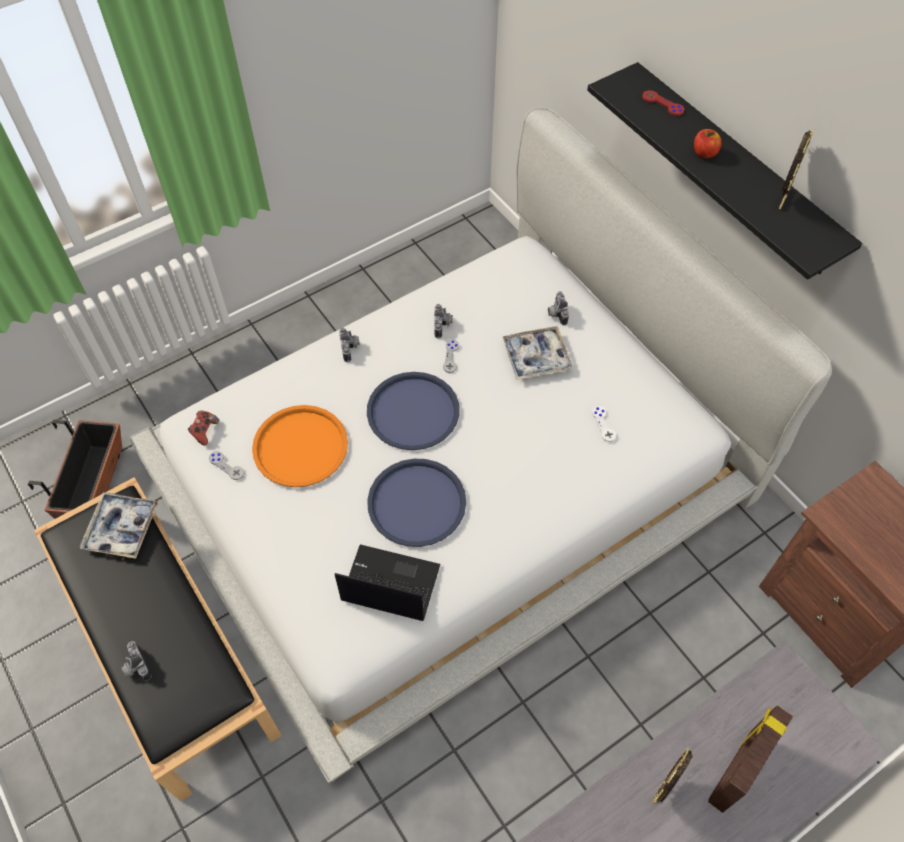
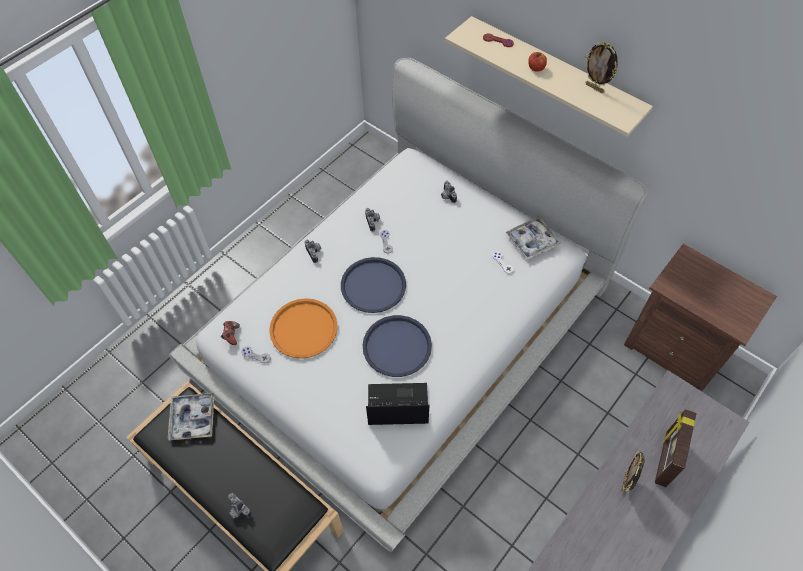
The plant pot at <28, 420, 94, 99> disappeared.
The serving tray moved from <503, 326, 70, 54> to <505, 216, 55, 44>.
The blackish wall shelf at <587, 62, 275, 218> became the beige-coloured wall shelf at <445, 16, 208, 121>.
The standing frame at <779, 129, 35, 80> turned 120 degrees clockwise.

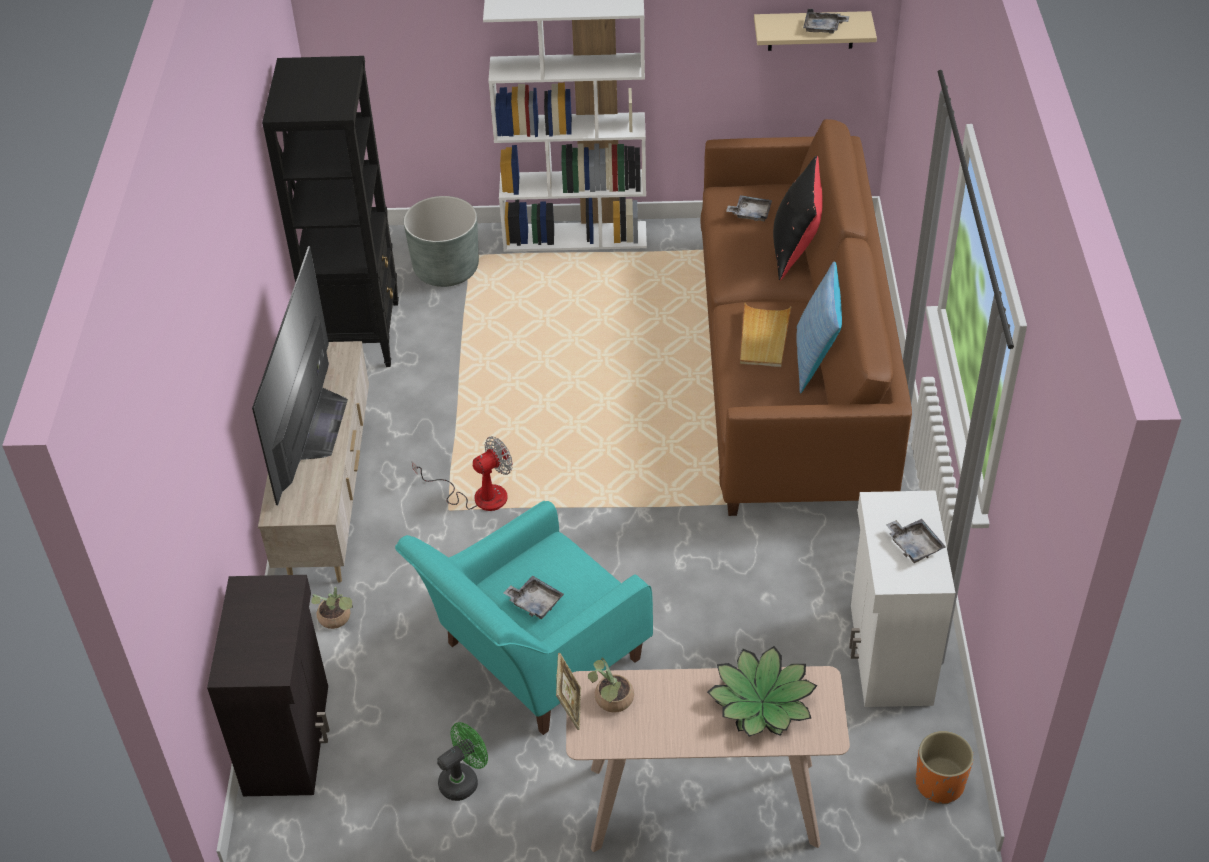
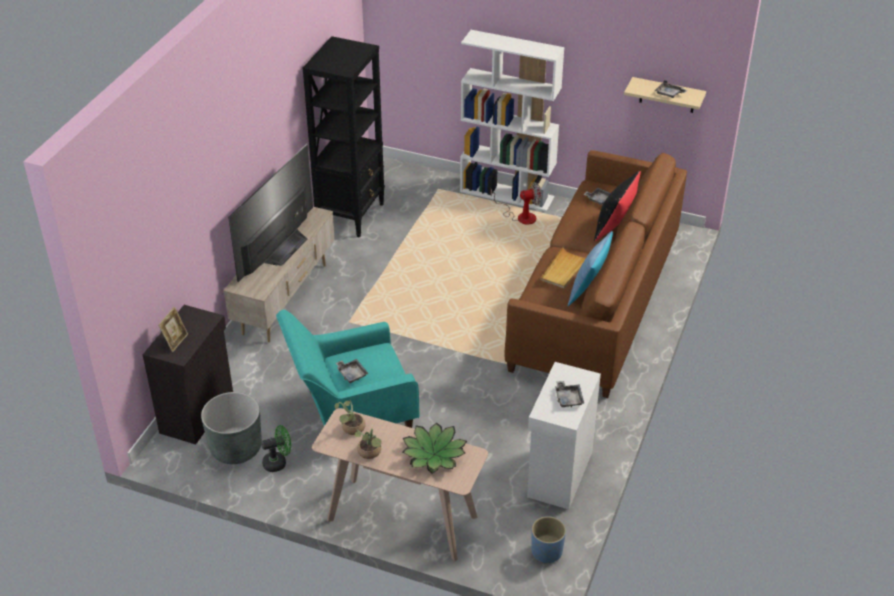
The potted plant moved from <311, 587, 42, 42> to <355, 428, 27, 31>.
The greyish plant pot moved from <404, 196, 75, 91> to <201, 392, 61, 72>.
The fan moved from <412, 437, 101, 74> to <490, 182, 52, 42>.
The standing frame moved from <556, 653, 25, 77> to <158, 307, 30, 45>.
The orange plant pot at <916, 731, 58, 73> became the bluish plant pot at <531, 516, 35, 48>.

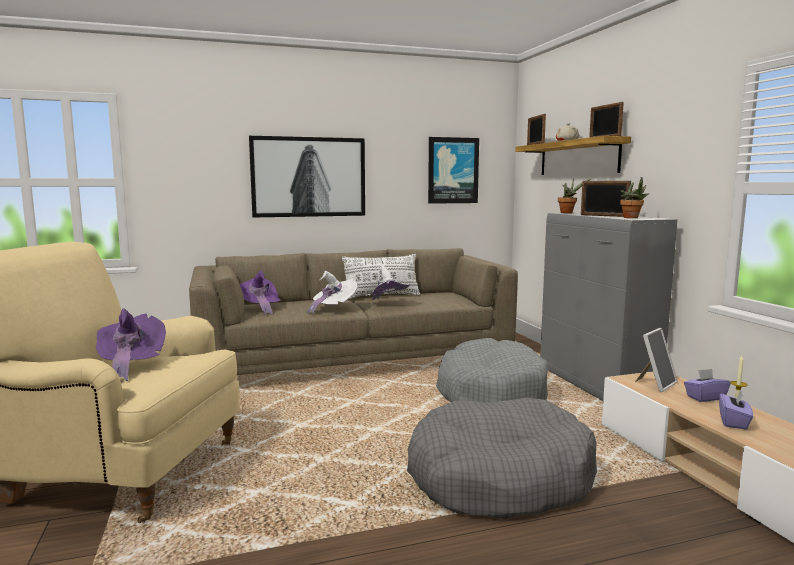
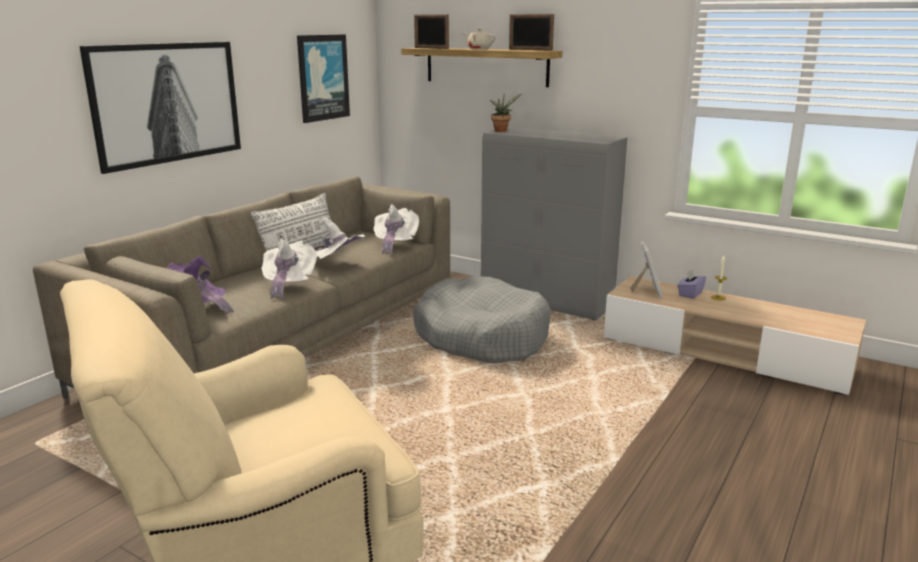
The purple-coloured clothing hat at <96, 308, 70, 73> disappeared.
The greyish dog bed at <407, 398, 190, 121> disappeared.
The standing frame at <581, 181, 50, 36> disappeared.
The potted plant at <620, 178, 29, 40> disappeared.
The purple-coloured box of tissues at <719, 391, 34, 39> disappeared.
The white clothing hat at <374, 204, 45, 50> appeared.

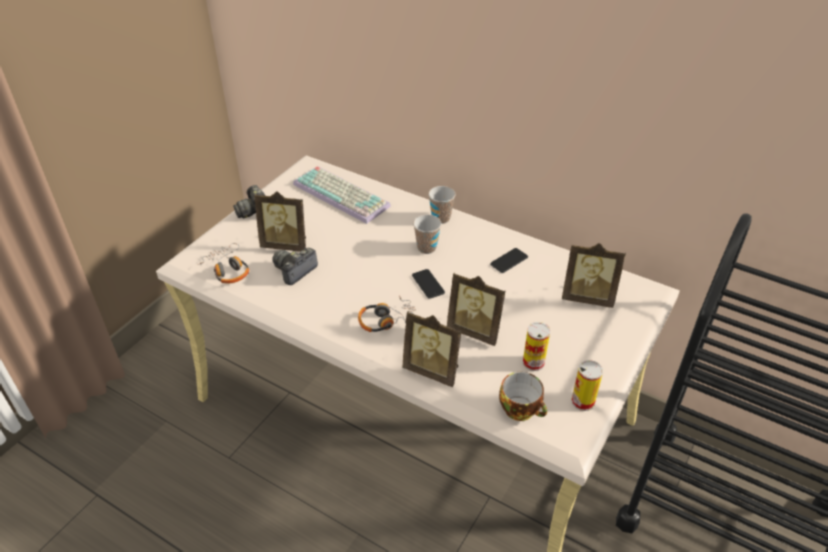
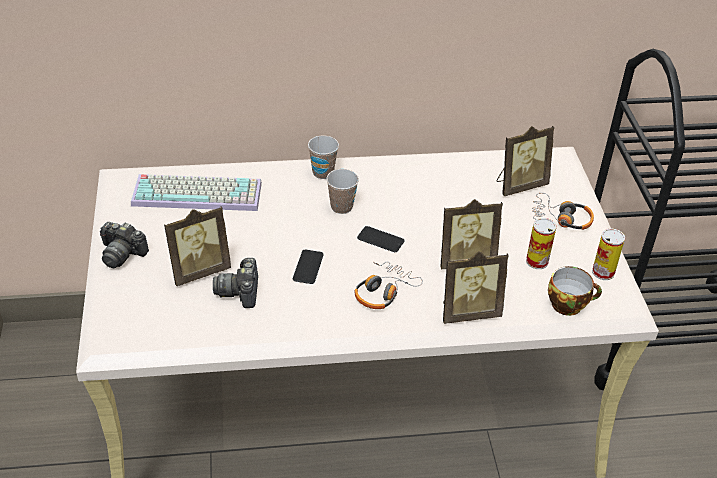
The pair of headphones moved from <198, 243, 51, 41> to <532, 193, 62, 37>.
The phone moved from <490, 248, 38, 25> to <293, 250, 31, 34>.

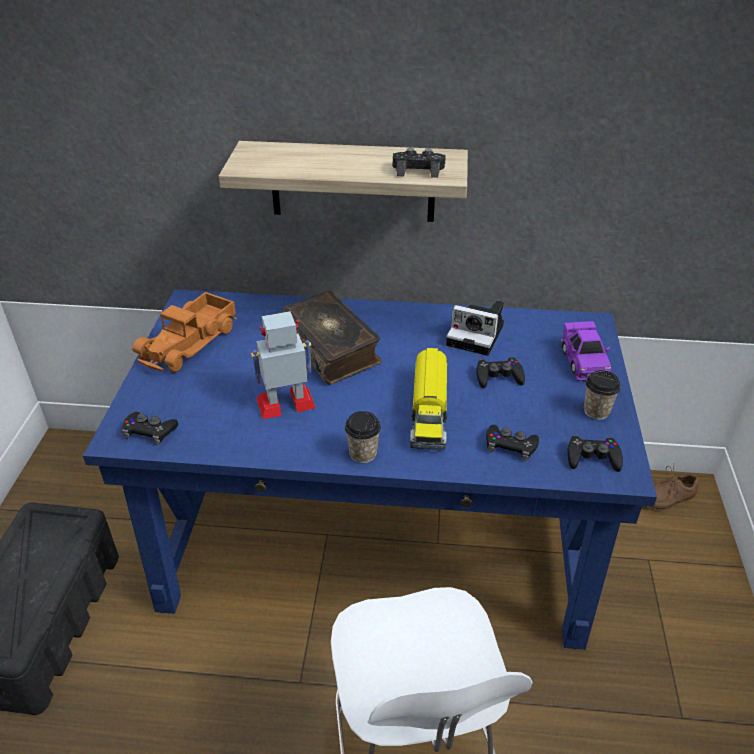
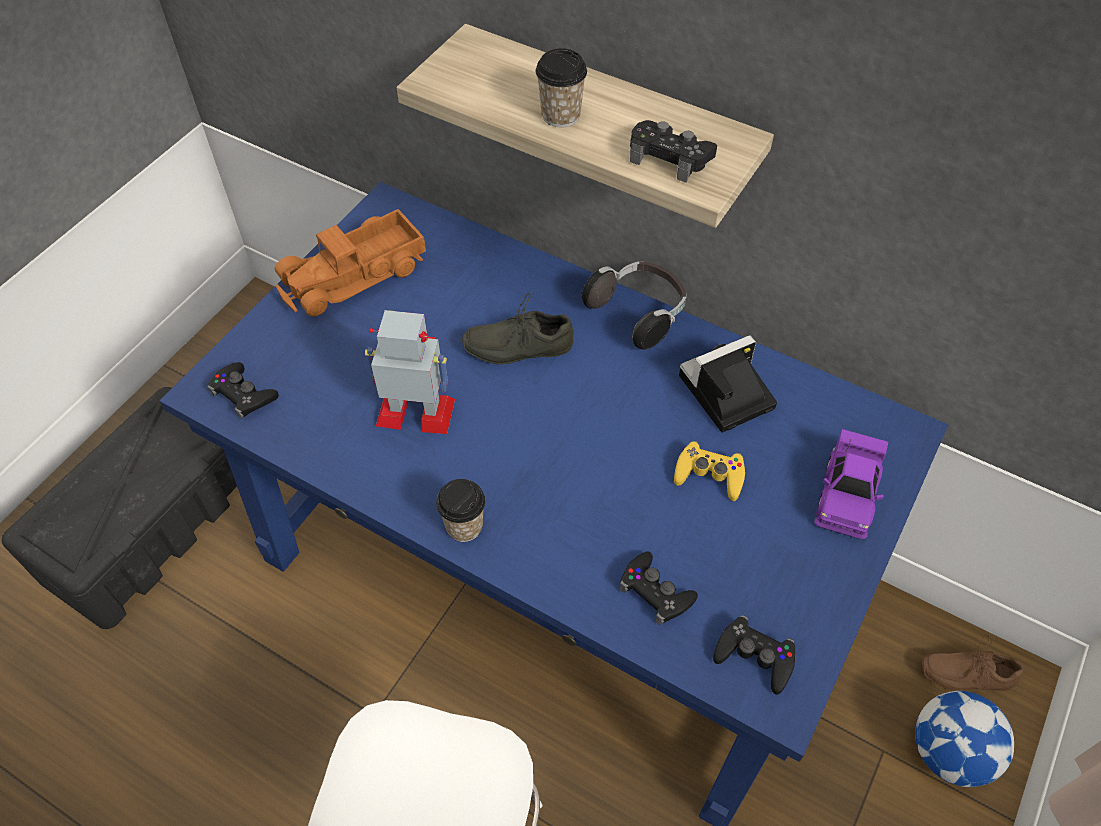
The volume at <278, 290, 104, 95> was replaced by the greyish shoe at <462, 290, 112, 74>.
The model truck at <409, 348, 39, 102> disappeared.
The still camera at <446, 300, 58, 56> turned 105 degrees clockwise.
The blackish joypad at <476, 357, 49, 31> became the yellow-coloured joypad at <674, 441, 71, 60>.
The drinking cup moved from <584, 370, 37, 50> to <536, 48, 51, 80>.
The pair of headphones at <582, 261, 105, 88> appeared.
The football at <916, 691, 98, 96> appeared.

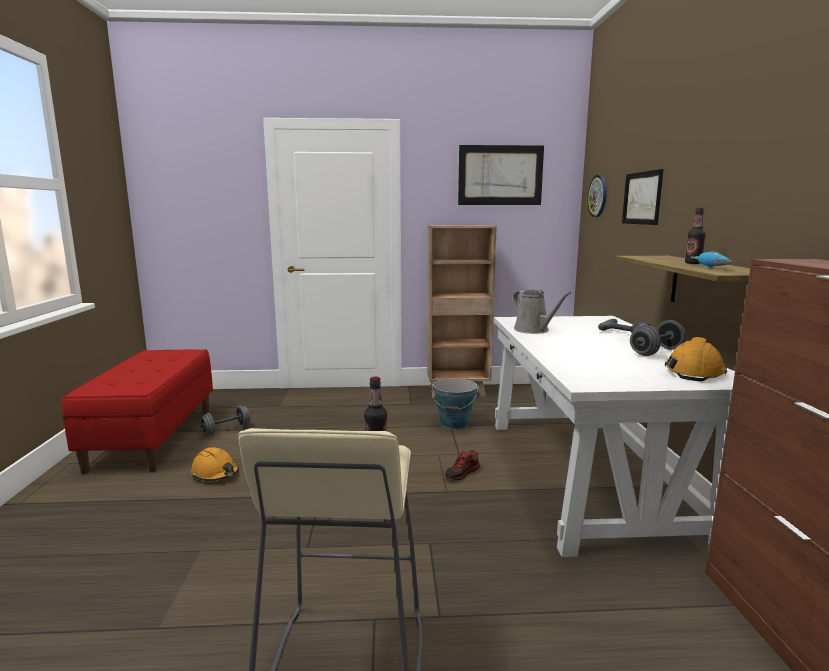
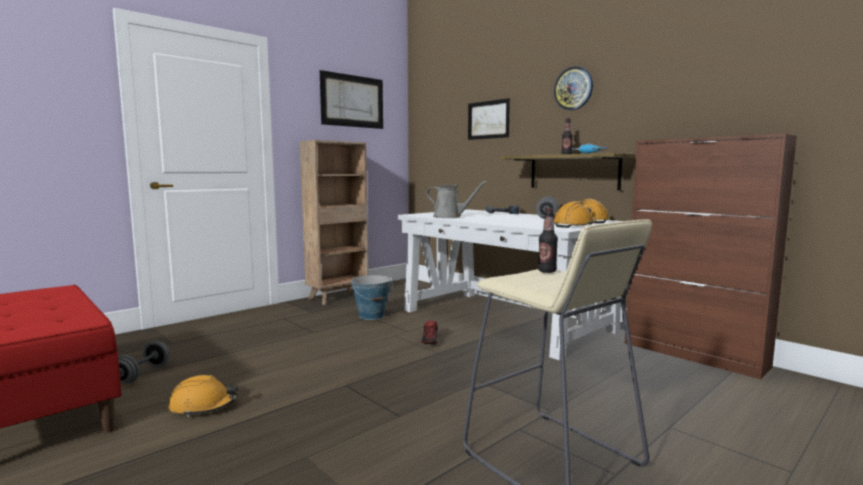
The wall clock moved from <587, 175, 20, 42> to <554, 66, 39, 44>.
The orange safety helmet at <553, 201, 43, 27> appeared.

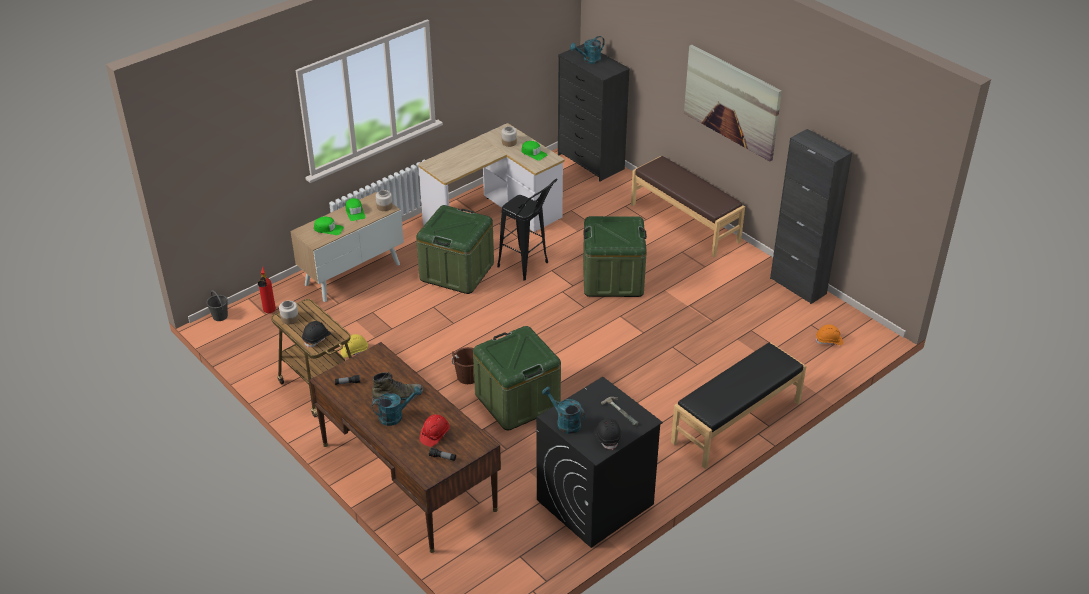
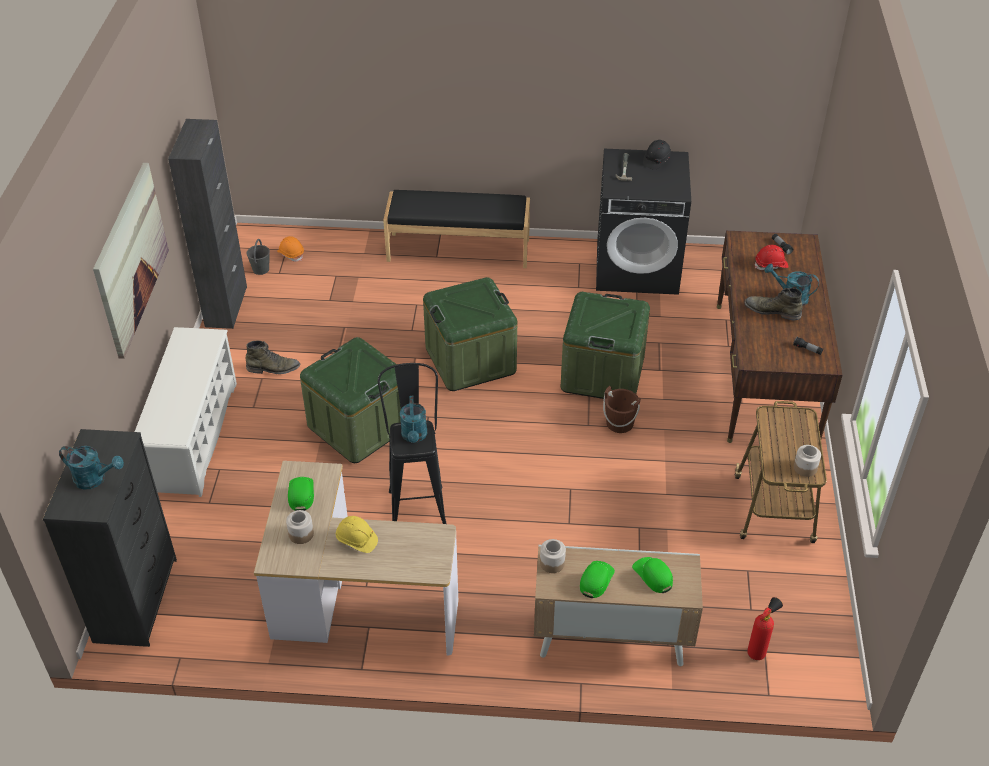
The greyish pail moved from <207, 290, 21, 31> to <246, 239, 24, 36>.
The blackish safety helmet at <302, 321, 29, 27> disappeared.
The yellow-coloured safety helmet moved from <341, 334, 28, 24> to <336, 516, 42, 37>.
The greenish storage box moved from <416, 205, 78, 89> to <423, 277, 94, 114>.
The turquoise-coloured watering can moved from <542, 387, 43, 47> to <400, 396, 27, 47>.
The brown bench at <631, 156, 114, 102> was replaced by the white shoe stand at <135, 327, 102, 170>.
The greenish high-top boot at <246, 340, 54, 34> appeared.

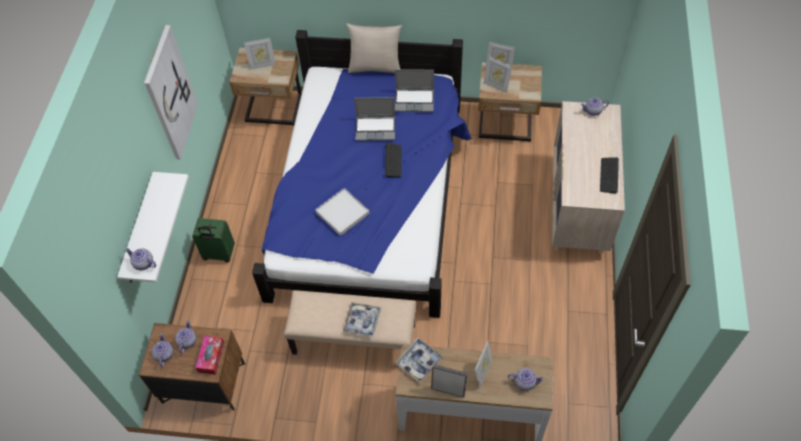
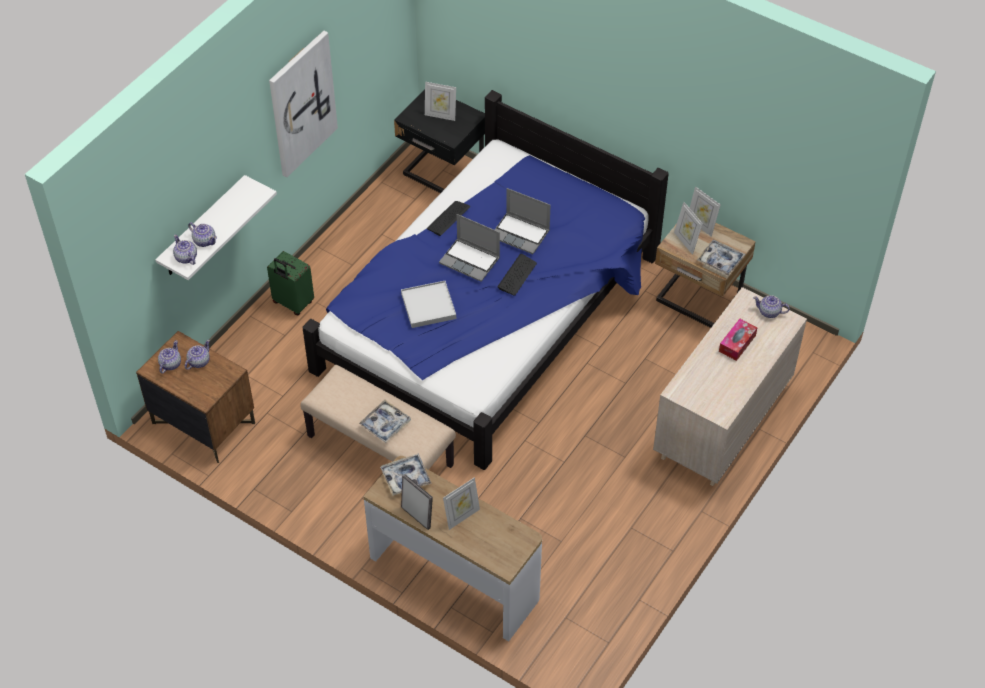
The box of tissues moved from <195, 336, 29, 39> to <719, 319, 39, 42>.
The beige-coloured bedside table at <230, 48, 72, 78> became the blackish bedside table at <394, 90, 91, 103>.
The beige-coloured pillow at <346, 23, 56, 50> disappeared.
The laptop moved from <395, 69, 39, 43> to <439, 214, 61, 68>.
The teapot moved from <508, 368, 37, 23> to <188, 222, 29, 25>.
The computer keyboard moved from <600, 157, 19, 36> to <427, 201, 43, 35>.
The serving tray at <696, 240, 49, 36> appeared.

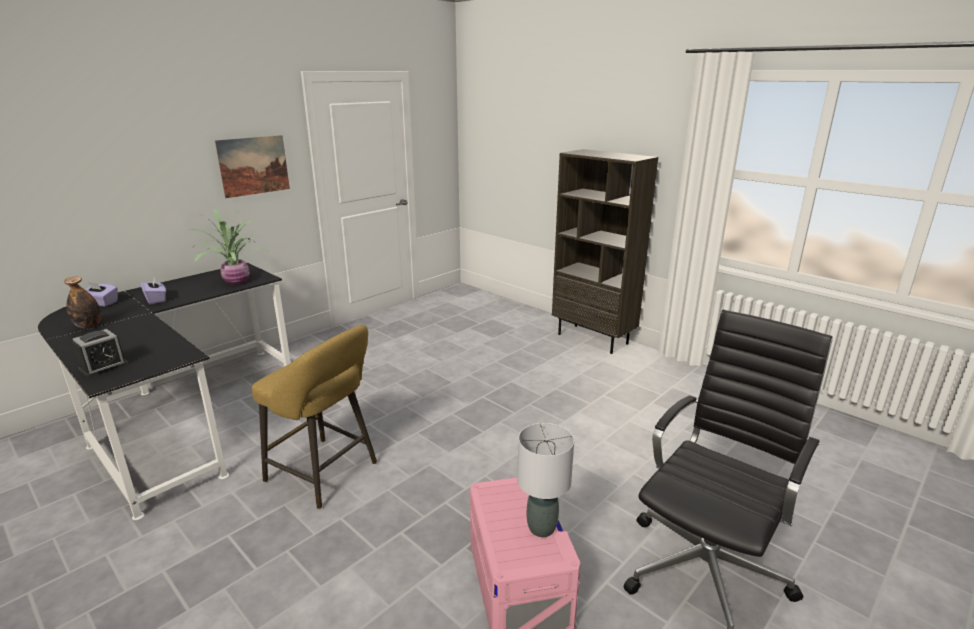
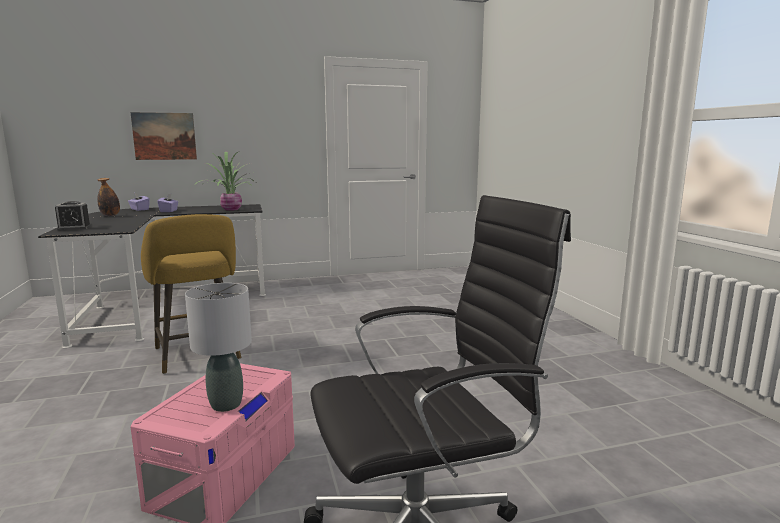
The wall picture moved from <215, 135, 75, 63> to <131, 112, 66, 48>.
The brown bookshelf at <552, 149, 106, 205> disappeared.

